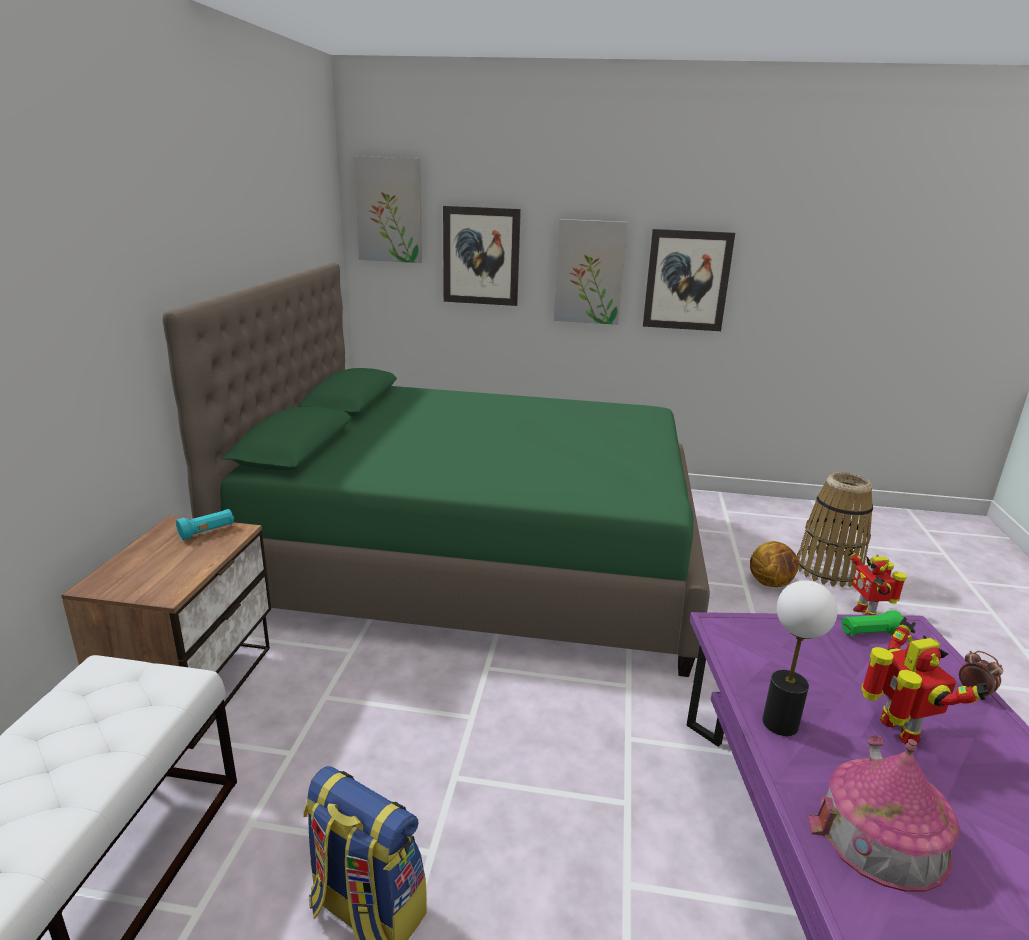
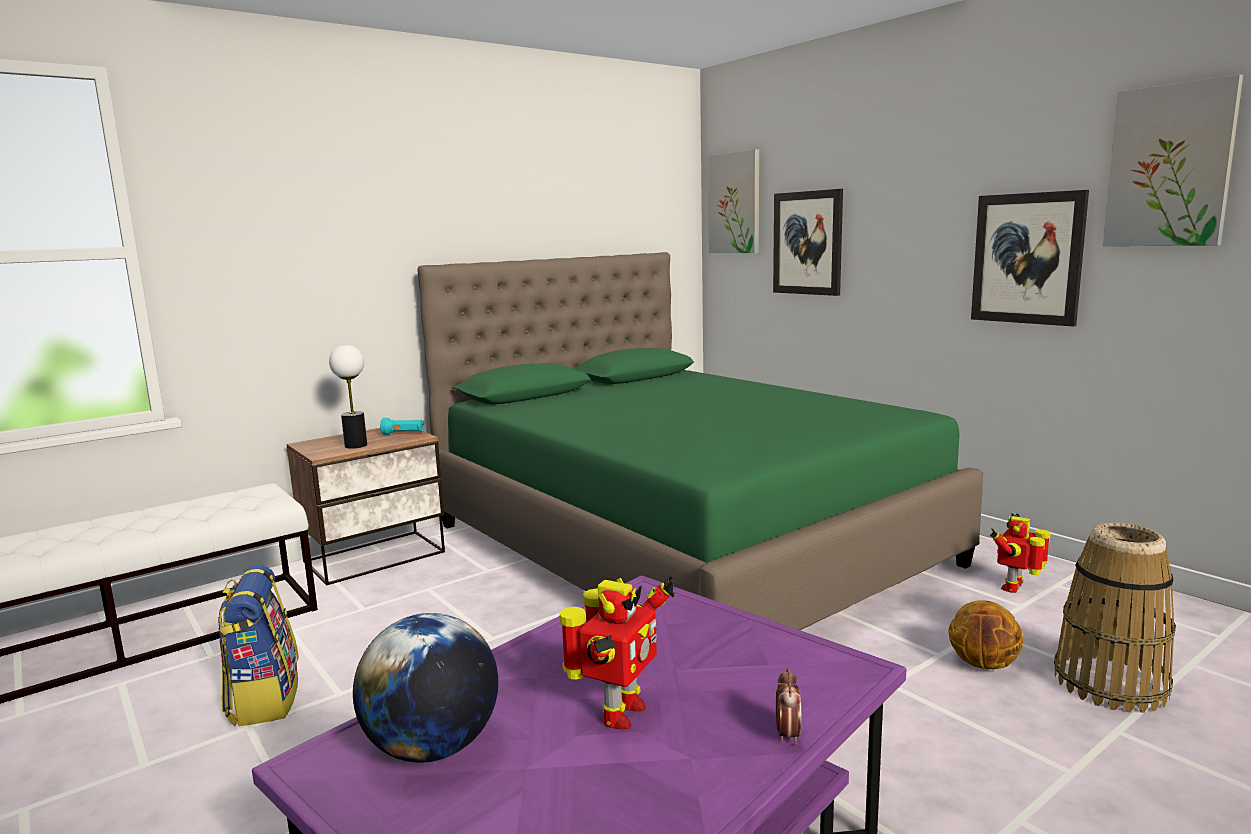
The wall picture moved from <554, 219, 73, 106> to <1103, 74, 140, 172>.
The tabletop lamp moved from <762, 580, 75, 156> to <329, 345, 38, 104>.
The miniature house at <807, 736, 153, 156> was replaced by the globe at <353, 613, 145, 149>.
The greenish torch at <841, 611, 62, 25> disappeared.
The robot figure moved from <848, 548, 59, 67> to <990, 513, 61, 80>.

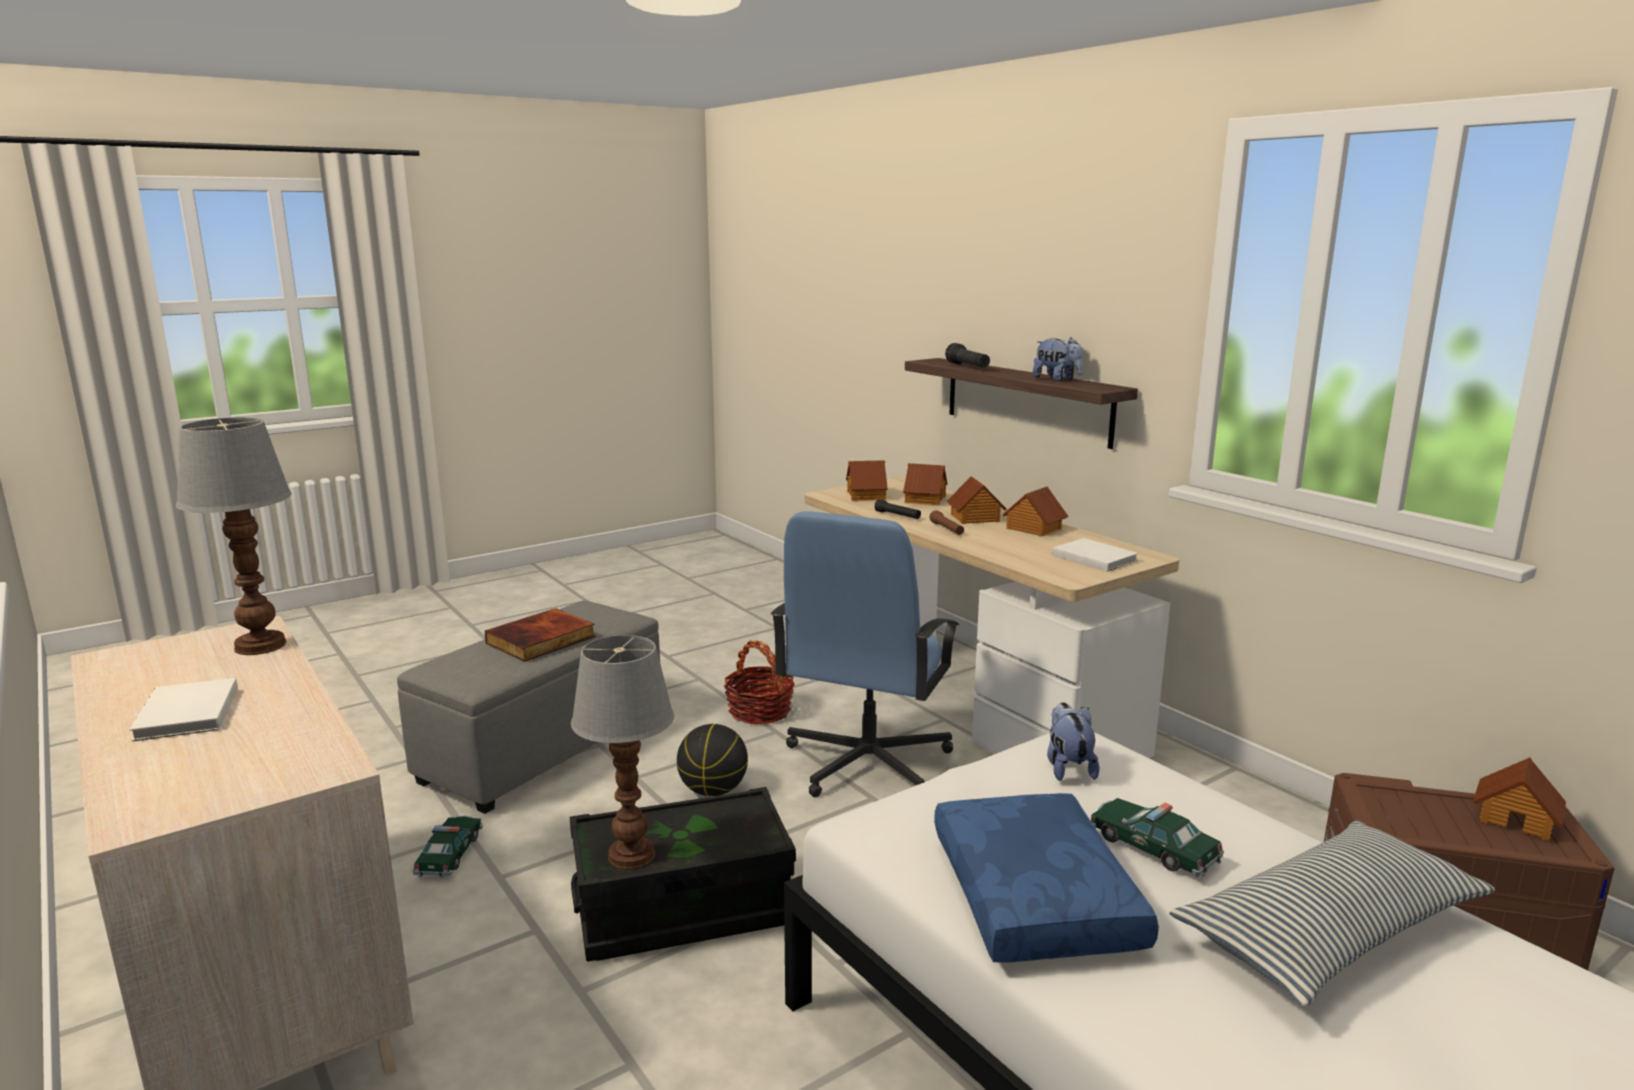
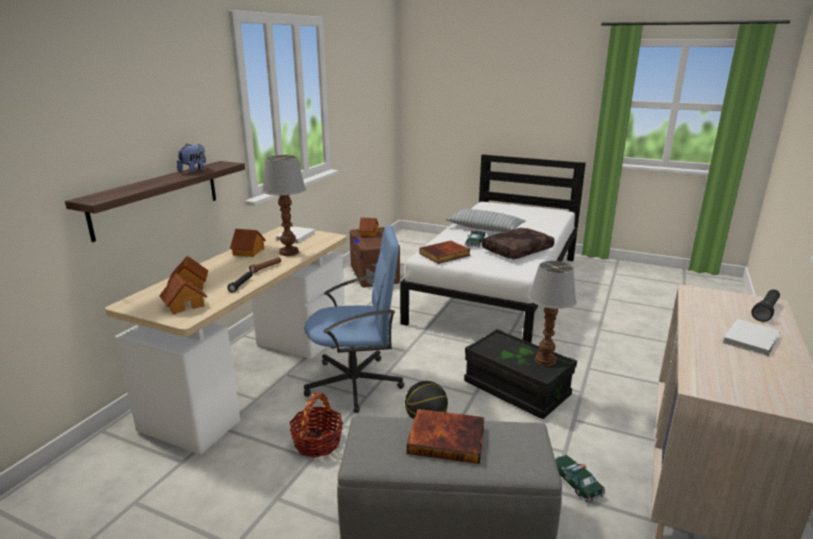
The tabletop lamp moved from <176, 417, 116, 238> to <262, 155, 44, 101>.
The model car at <412, 816, 71, 62> turned 90 degrees clockwise.
The bluish pillow at <934, 793, 225, 170> became the brown pillow at <482, 228, 73, 31>.
The blackish torch moved from <945, 343, 45, 25> to <751, 289, 29, 33>.
The miniature house at <946, 476, 61, 48> disappeared.
The soft toy at <1047, 702, 53, 79> was replaced by the volume at <419, 241, 52, 23>.

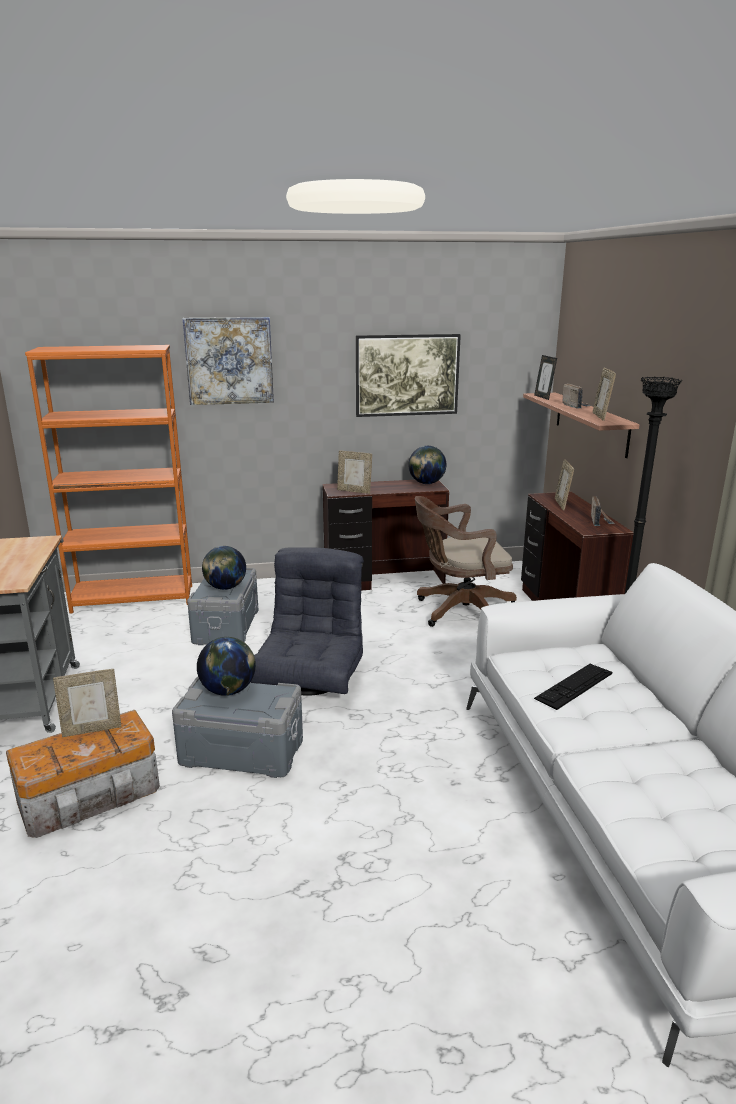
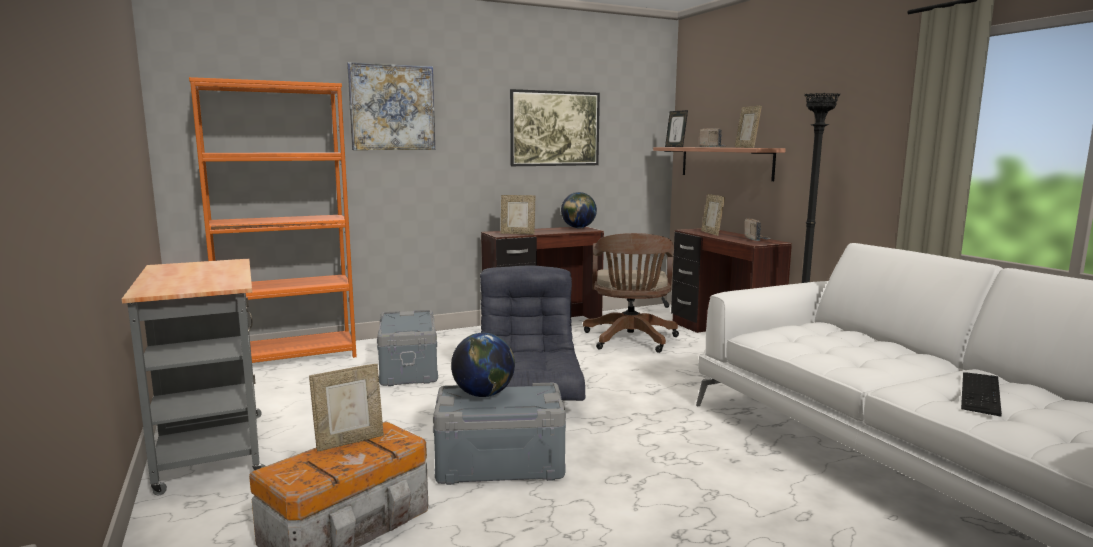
The globe at <202, 546, 44, 44> disappeared.
The brown computer chair at <415, 496, 102, 131> turned 60 degrees counterclockwise.
The computer keyboard moved from <534, 664, 78, 46> to <961, 372, 41, 45>.

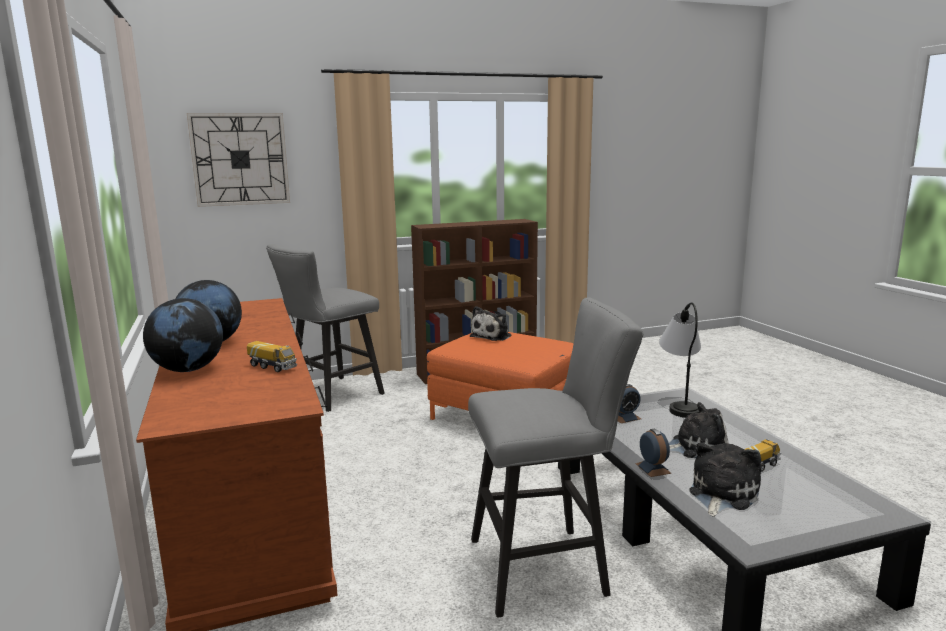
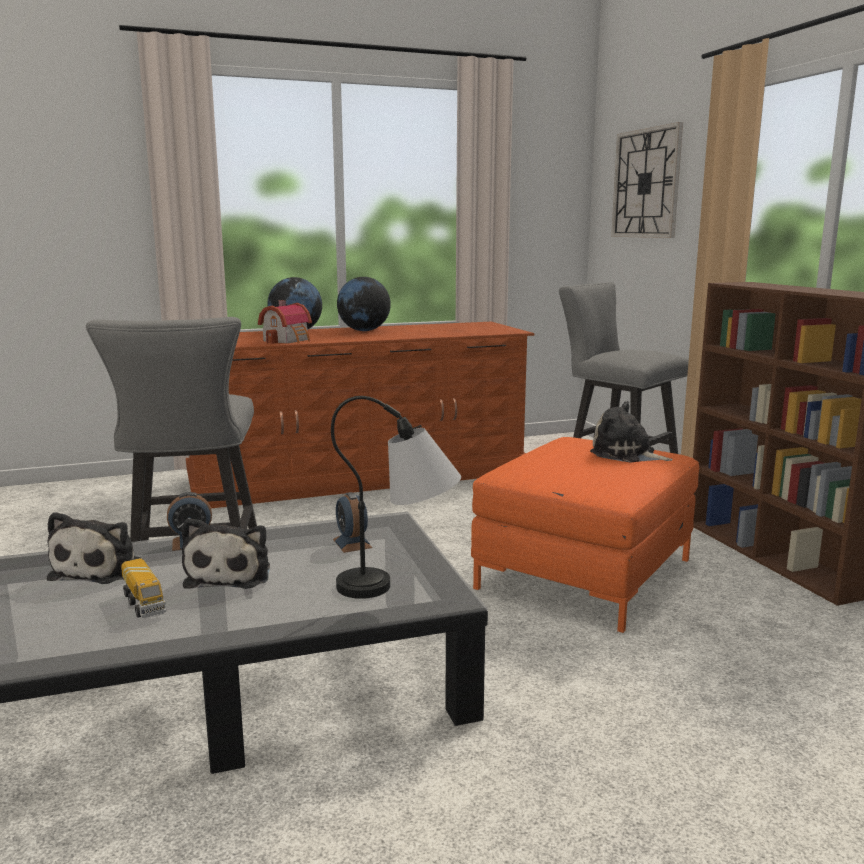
The model truck at <247, 341, 50, 31> was replaced by the miniature house at <258, 300, 54, 44>.
The soft toy at <689, 443, 72, 74> turned 60 degrees clockwise.

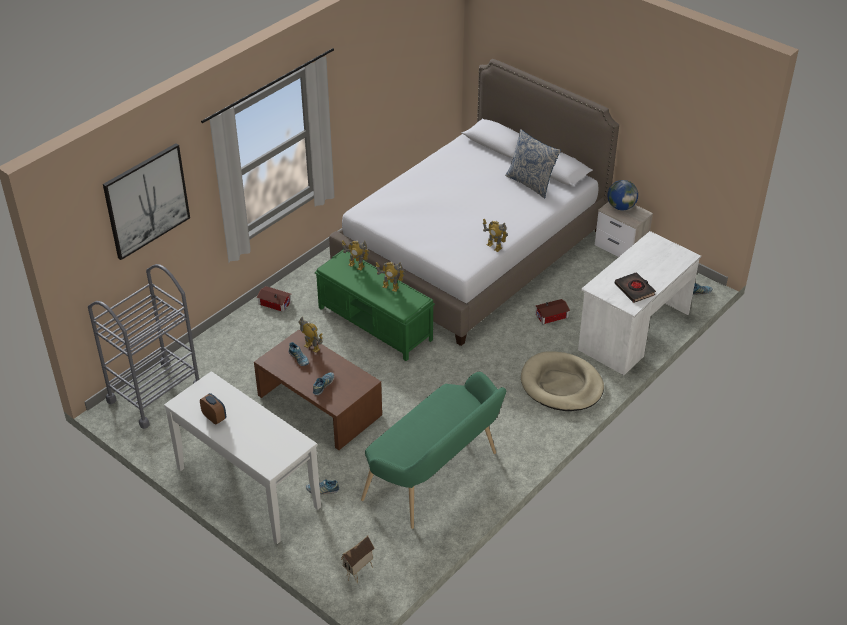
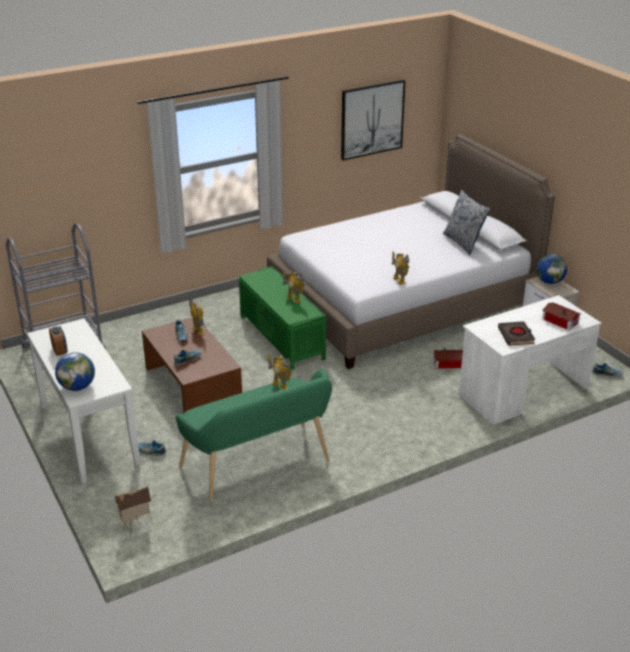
The wall picture moved from <103, 143, 87, 117> to <341, 79, 65, 82>.
The miniature house moved from <256, 286, 35, 26> to <542, 303, 39, 27>.
The robot figure moved from <342, 240, 28, 30> to <268, 354, 24, 36>.
The beige-coloured dog bed at <521, 351, 83, 60> disappeared.
The globe at <55, 352, 40, 39> appeared.

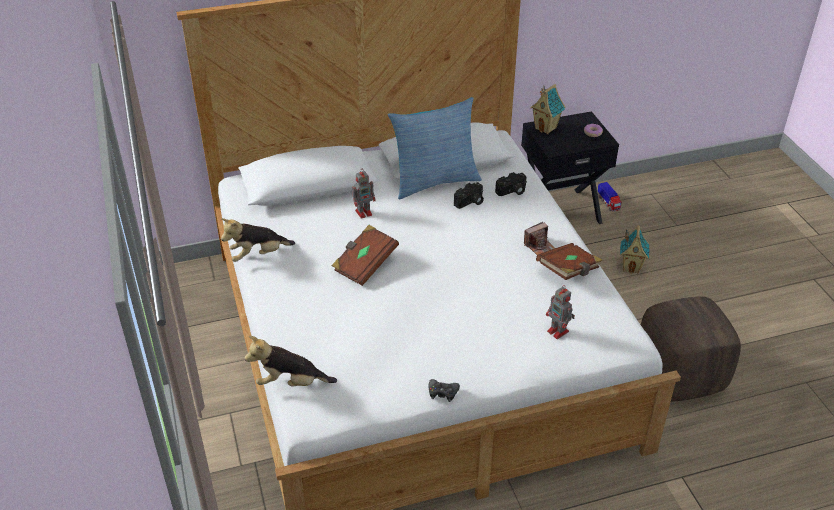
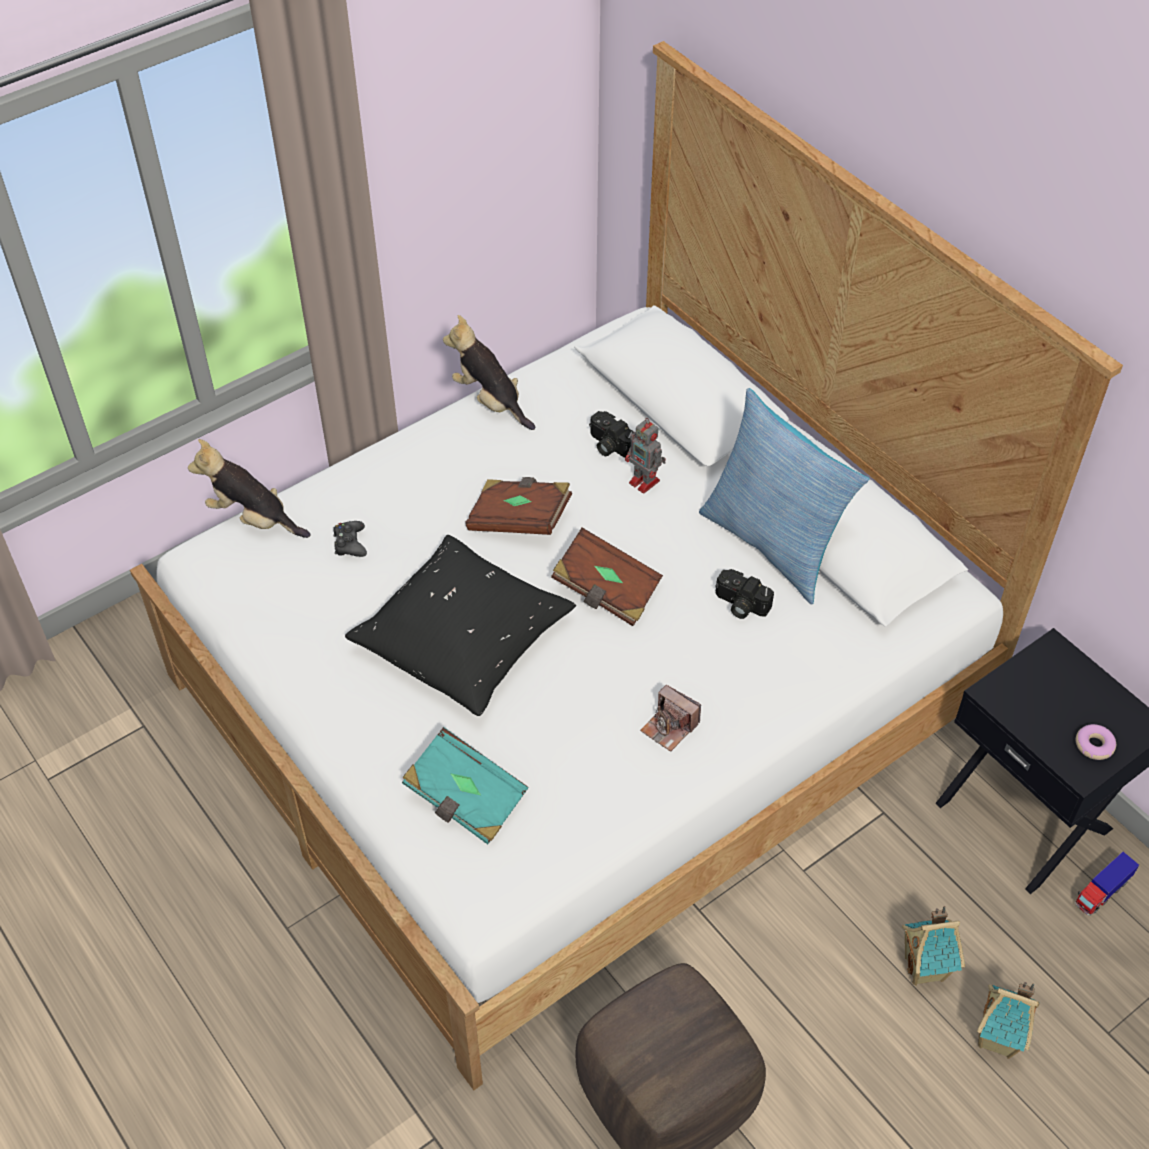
The soft toy at <244, 336, 93, 51> turned 45 degrees counterclockwise.
The blackish joypad moved from <429, 379, 31, 23> to <333, 521, 34, 36>.
The still camera moved from <495, 172, 32, 24> to <589, 411, 45, 48>.
The miniature house moved from <530, 84, 35, 50> to <977, 982, 62, 76>.
The brown volume moved from <536, 243, 66, 37> to <551, 528, 112, 98>.
The robot figure at <546, 285, 29, 54> was replaced by the turquoise-coloured volume at <402, 727, 127, 117>.
The blackish pillow at <345, 535, 231, 181> appeared.

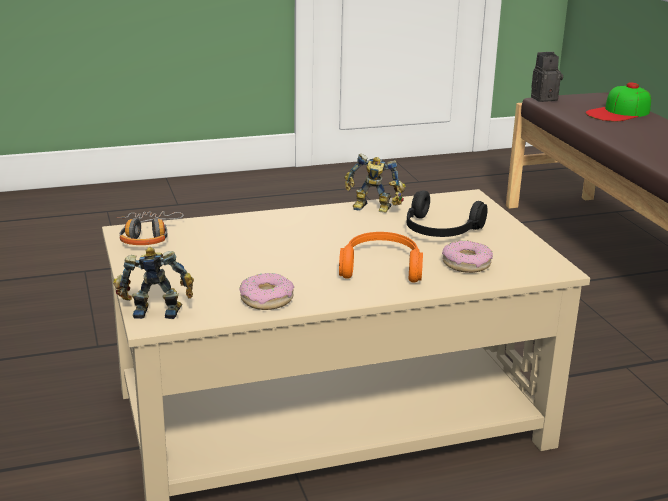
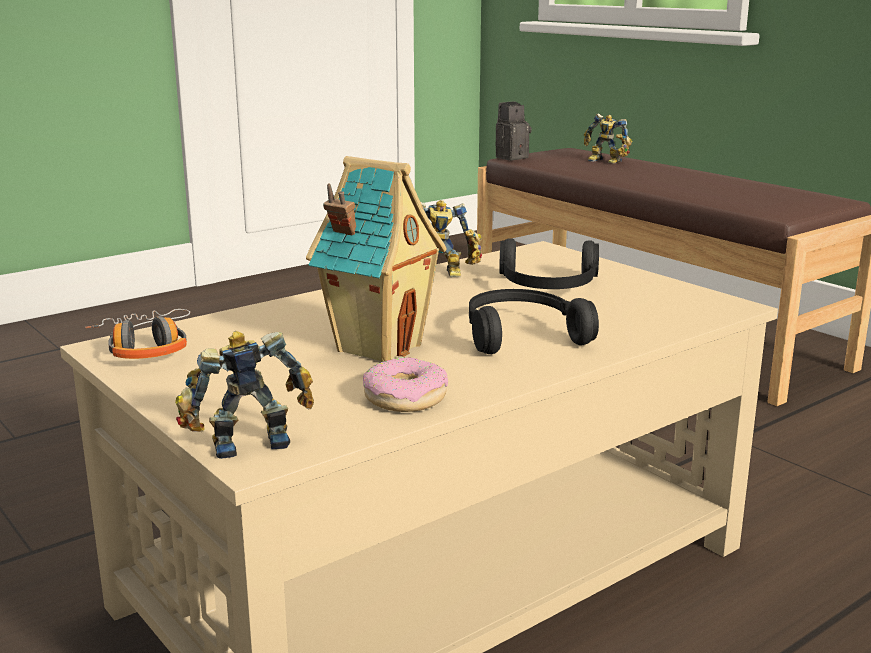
The orange pair of headphones at <339, 232, 84, 51> became the blackish pair of headphones at <469, 289, 130, 65>.
The donut at <442, 240, 51, 33> disappeared.
The peaked cap at <586, 82, 65, 39> was replaced by the robot figure at <584, 114, 49, 49>.
The miniature house at <306, 156, 141, 206> appeared.

